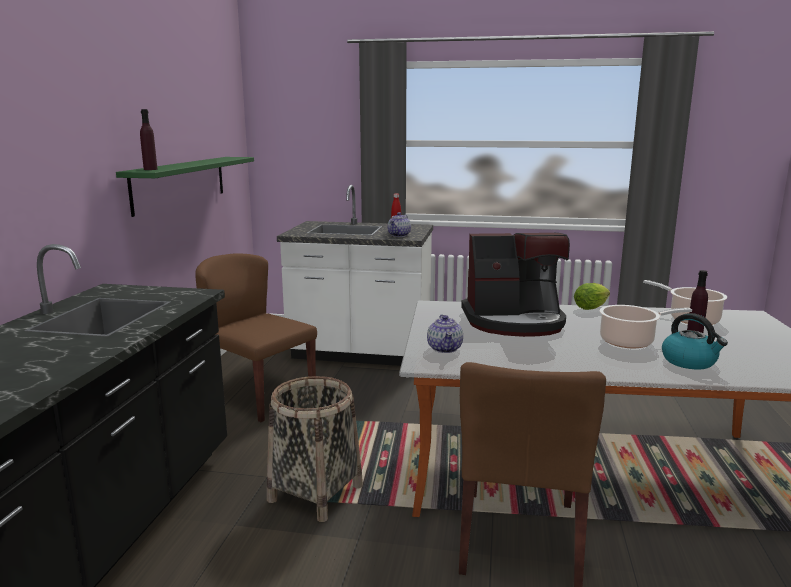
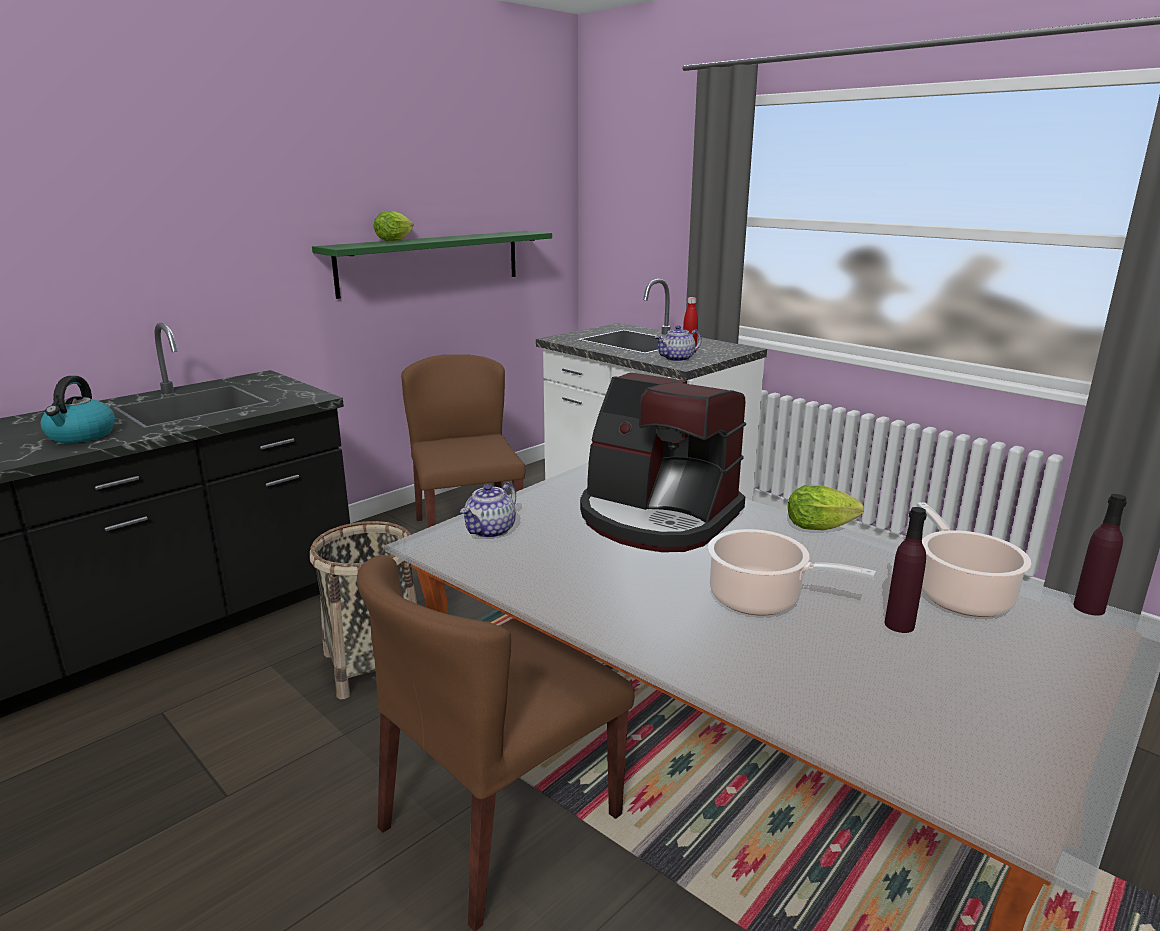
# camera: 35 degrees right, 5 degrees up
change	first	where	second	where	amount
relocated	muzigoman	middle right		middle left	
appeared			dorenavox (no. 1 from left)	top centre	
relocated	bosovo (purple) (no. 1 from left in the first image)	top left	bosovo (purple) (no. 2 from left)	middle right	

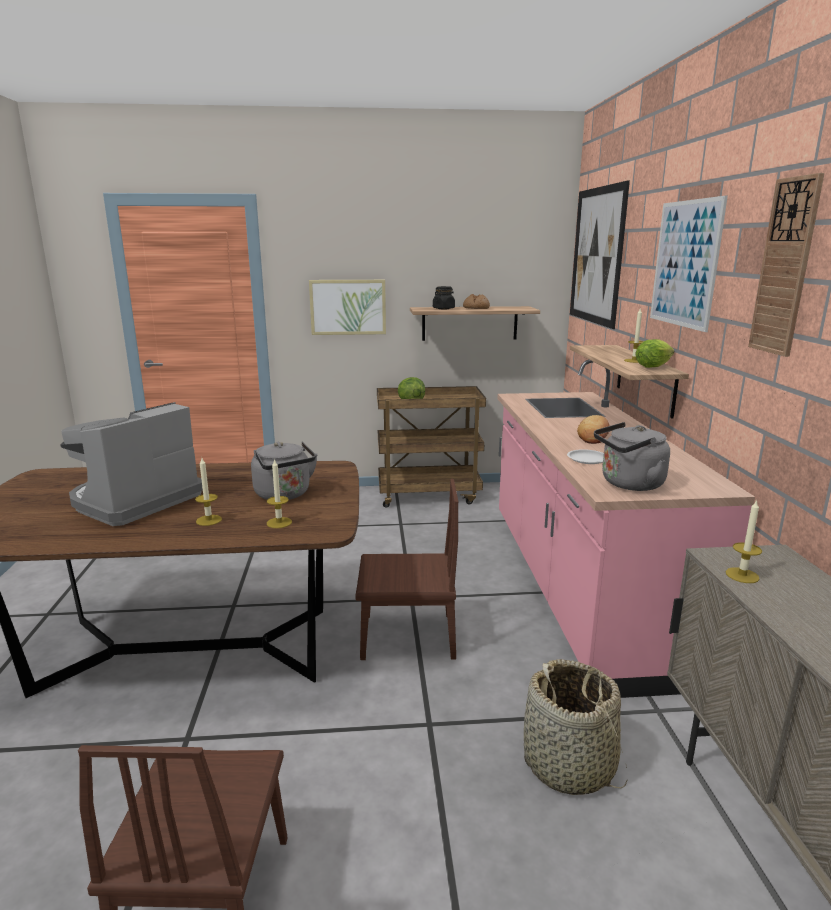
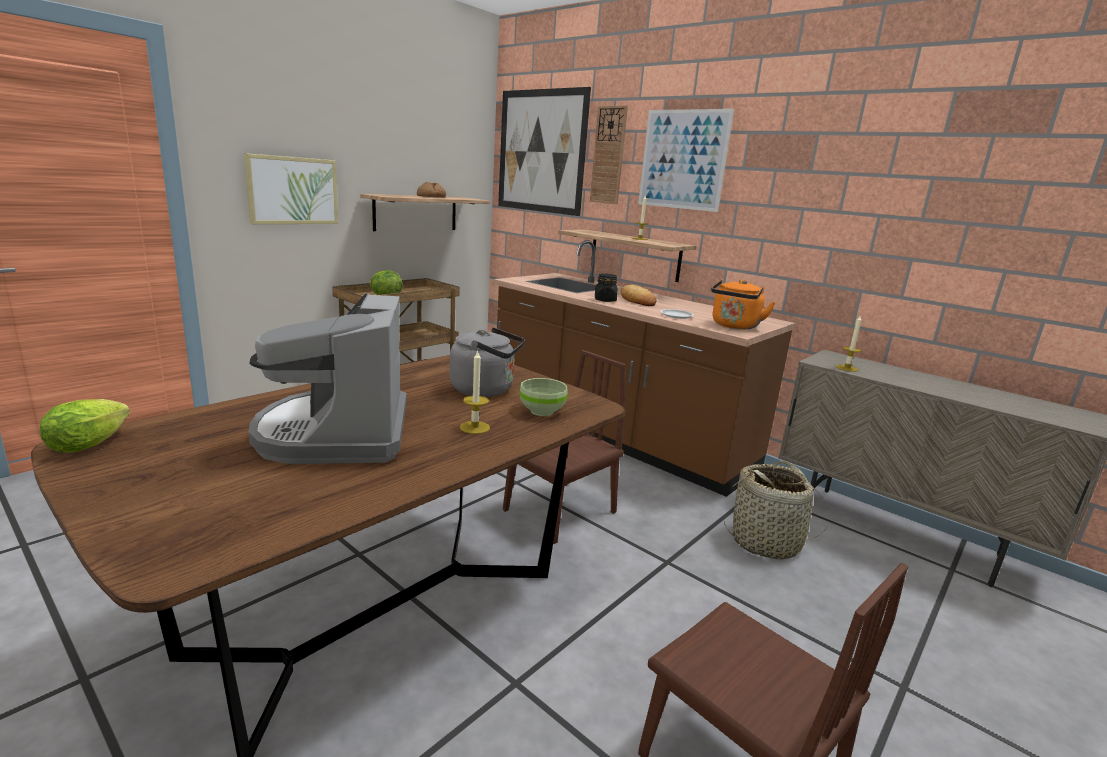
# camera: 45 degrees left, 0 degrees up
change	first	where	second	where	amount
relocated	dorenavox (no. 2 from left in the first image)	middle right	dorenavox (no. 1 from left)	middle left	
colour	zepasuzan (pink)	middle right	zepasuzan (brown)	centre	
exchanged	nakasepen (no. 2 from left)	centre	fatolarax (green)	centre	
relocated	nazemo	top right		top centre	
relocated	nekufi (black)	top centre		centre	
colour	muzigoman (grey) (no. 2 from left)	middle right	muzigoman (orange)	middle right	

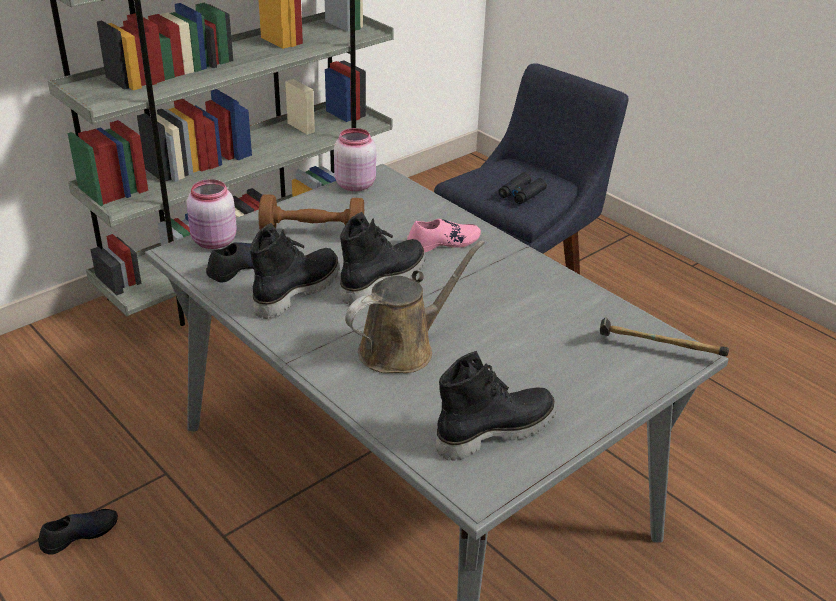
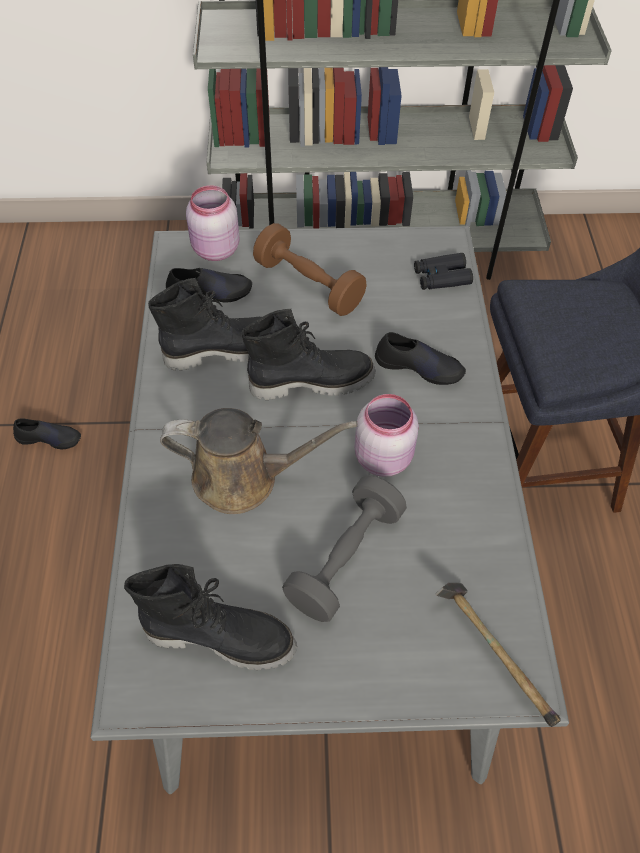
# camera: 40 degrees right, 20 degrees up
change	first	where	second	where	amount
appeared			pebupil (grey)	centre	
relocated	nekufi (pink) (no. 2 from left)	top centre		centre	
colour	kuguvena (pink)	centre	kuguvena (black) (no. 3 from left)	centre	
relocated	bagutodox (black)	top centre		top right	

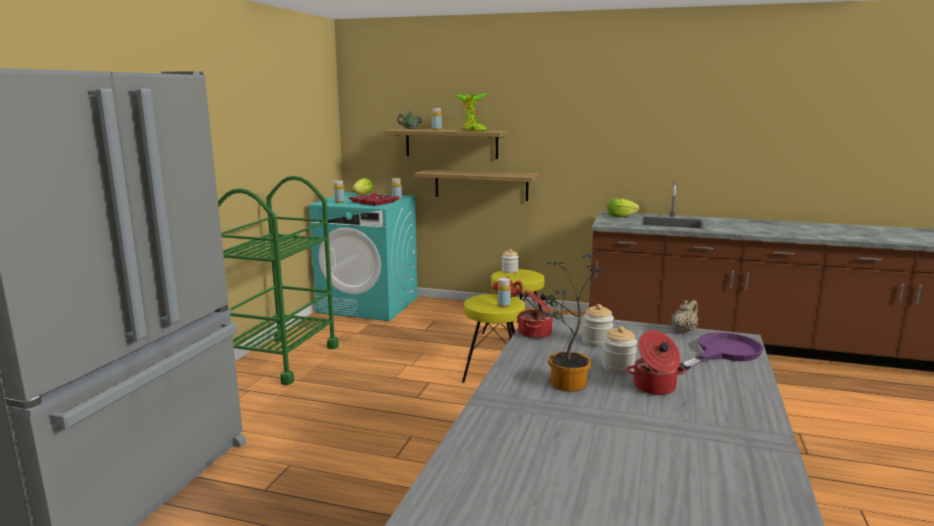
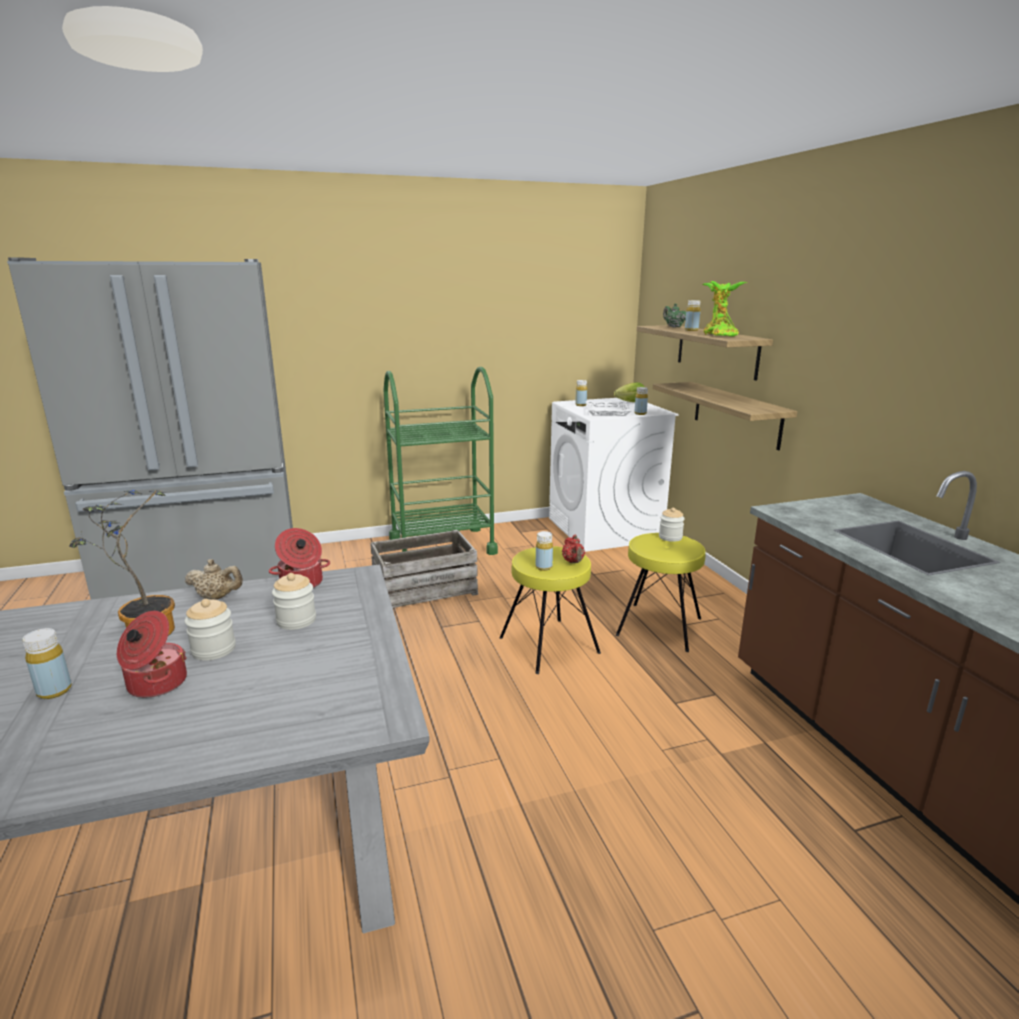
# camera: 55 degrees right, 5 degrees up
change	first	where	second	where	amount
appeared			bosovo (yellow) (no. 1 from left)	middle left	
relocated	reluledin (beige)	middle right		middle left	
appeared			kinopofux	centre	
colour	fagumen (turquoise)	centre	fagumen (white)	centre	
colour	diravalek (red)	centre	diravalek (white)	centre	
missing	dorenavox (no. 2 from left)	middle right			
missing	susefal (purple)	bottom right			

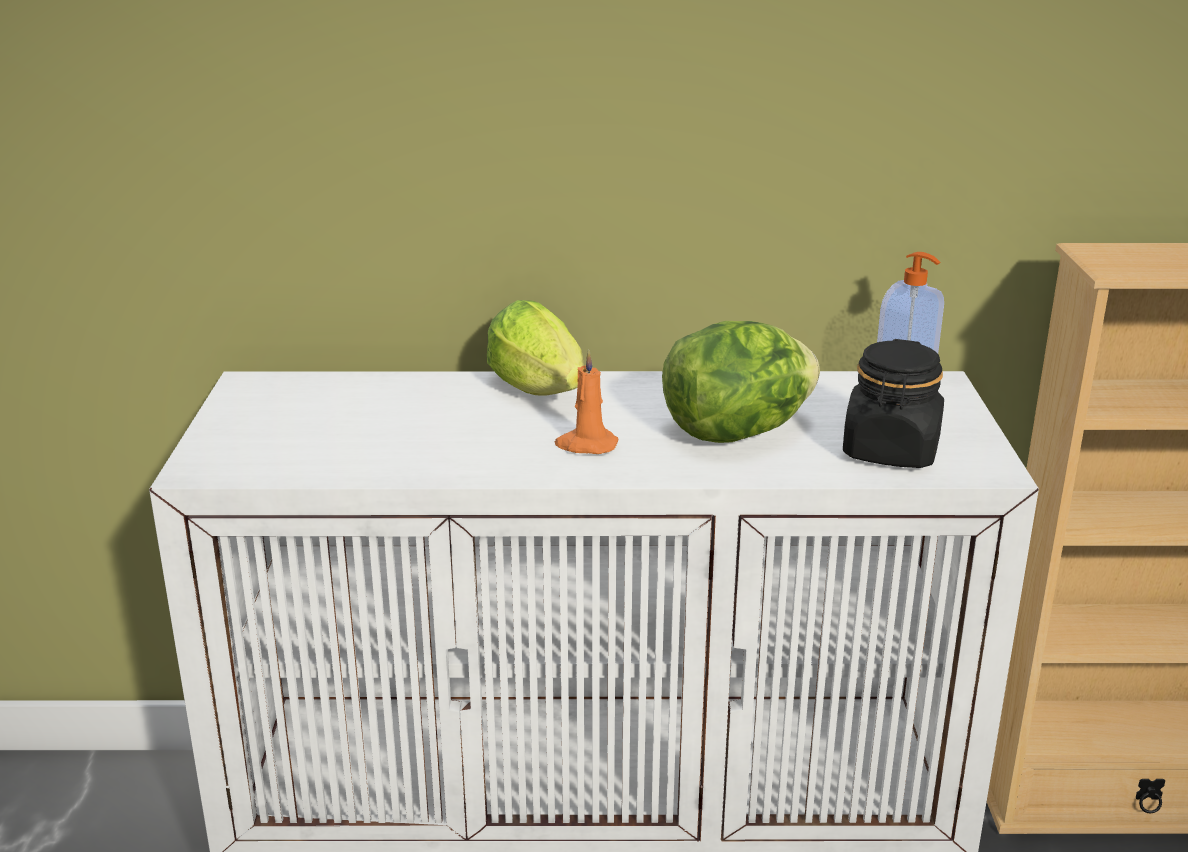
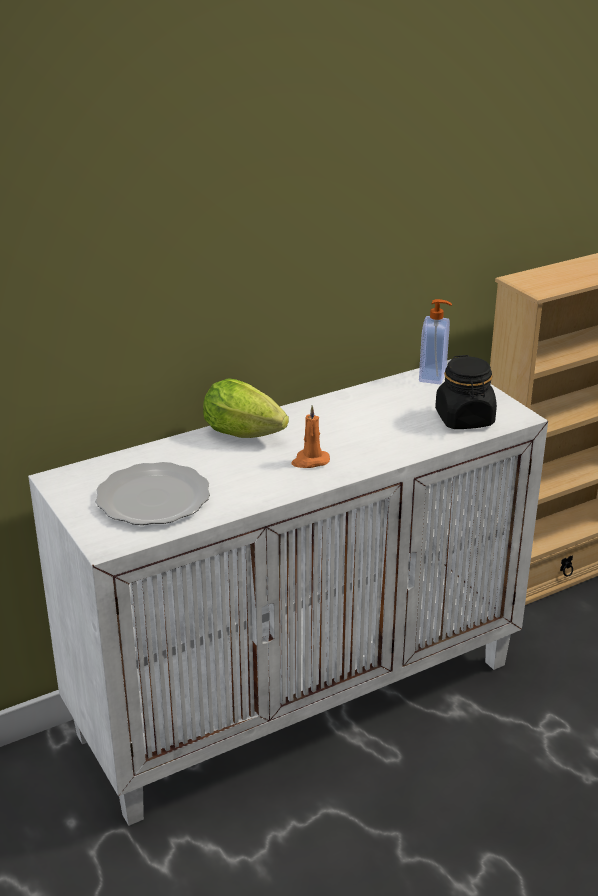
# camera: 30 degrees left, 5 degrees up
change	first	where	second	where	amount
appeared			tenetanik	middle left	
missing	dorenavox (no. 2 from left)	centre			

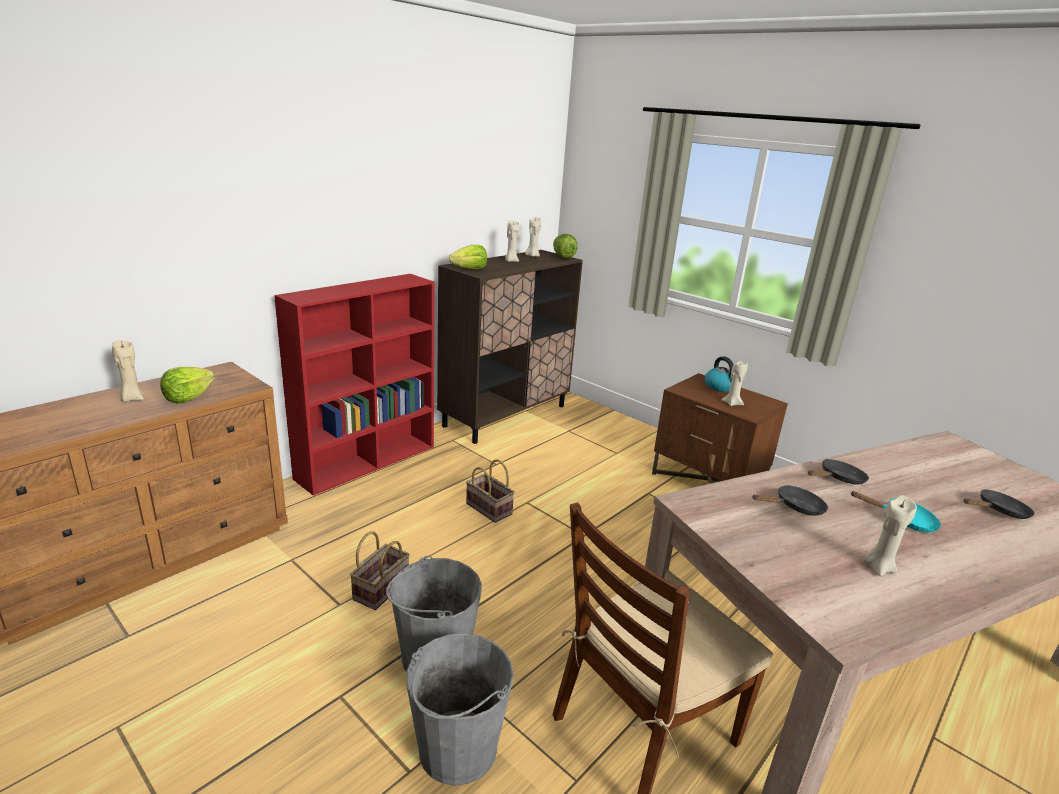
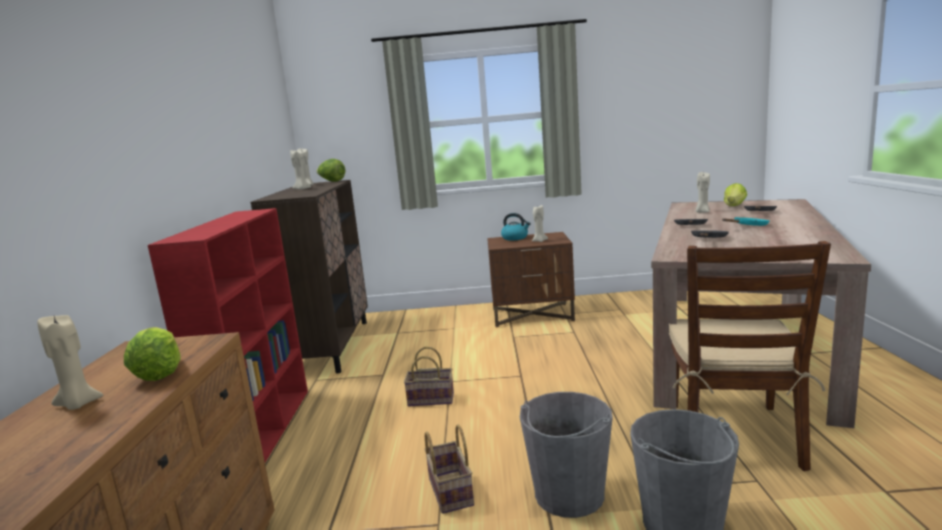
# camera: 40 degrees left, 10 degrees down
change	first	where	second	where	amount
relocated	nakasepen (beige) (no. 5 from left)	bottom right		middle right	
relocated	dorenavox (no. 2 from left in the first image)	top centre	dorenavox (no. 3 from left)	middle right	

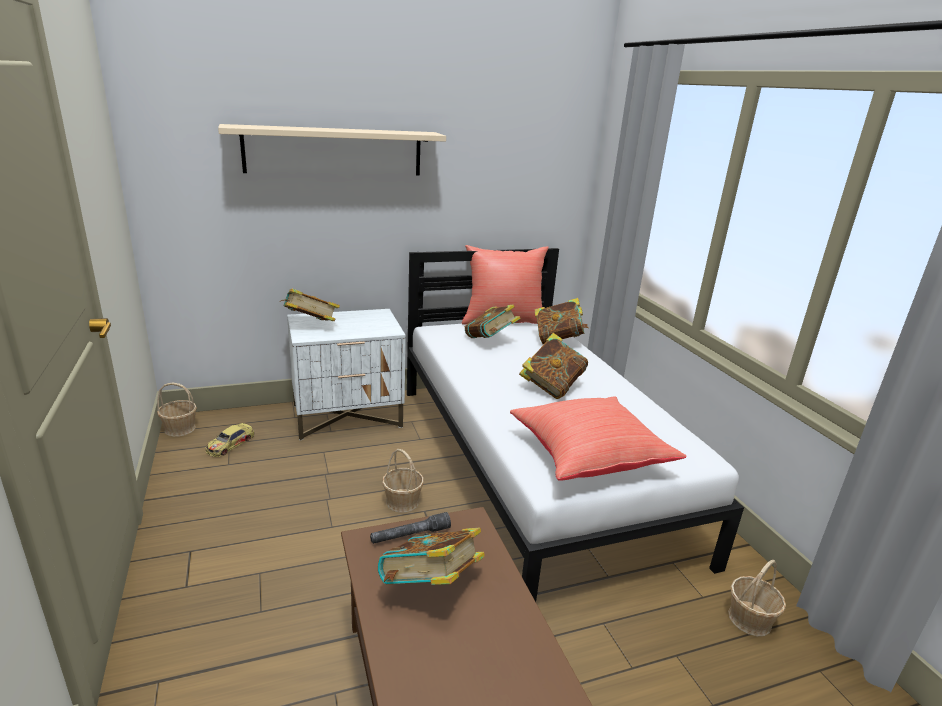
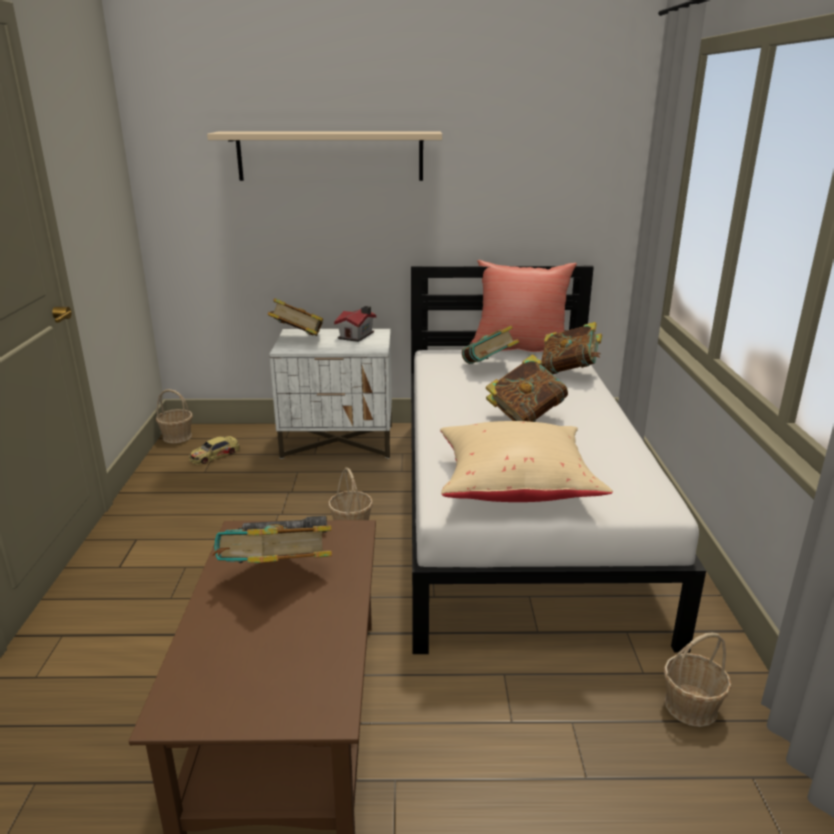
# camera: 20 degrees right, 0 degrees up
change	first	where	second	where	amount
appeared			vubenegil	centre	
colour	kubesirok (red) (no. 2 from left)	centre	kubesirok (beige)	centre	

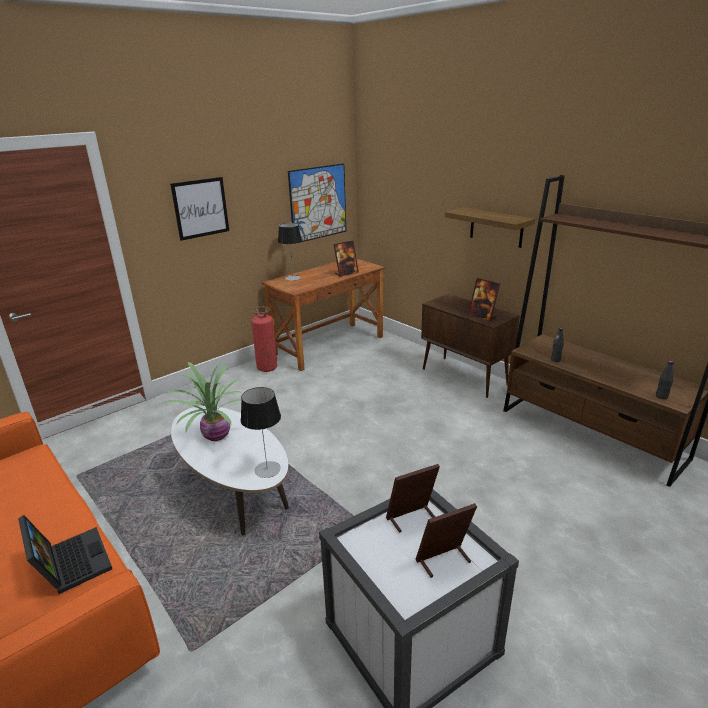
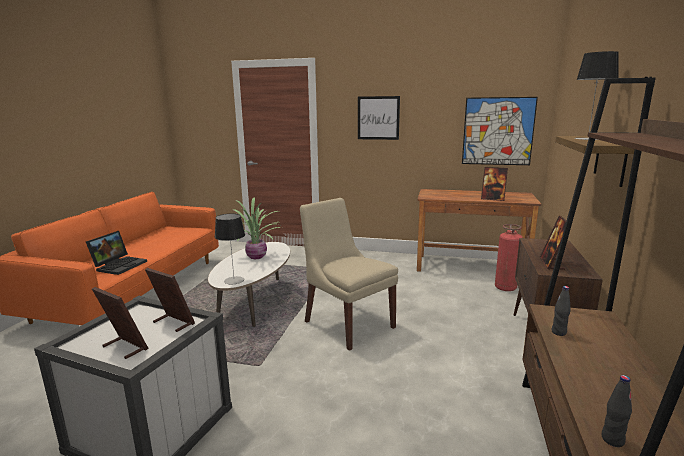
# camera: 55 degrees right, 10 degrees down
change	first	where	second	where	amount
appeared			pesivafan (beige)	centre	
relocated	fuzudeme	centre		middle right	
relocated	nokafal (no. 2 from left)	centre		top right	

